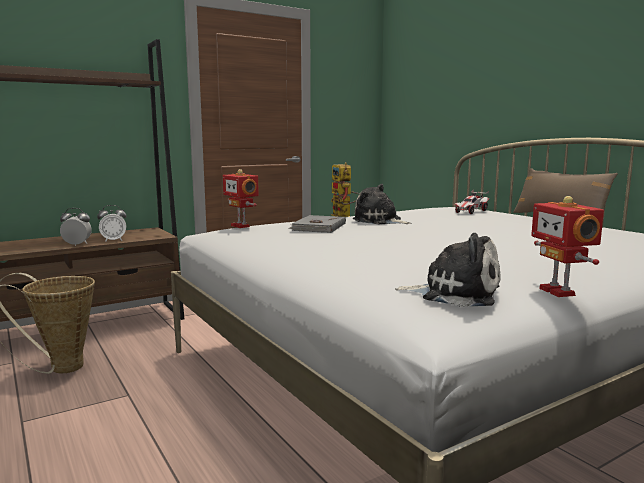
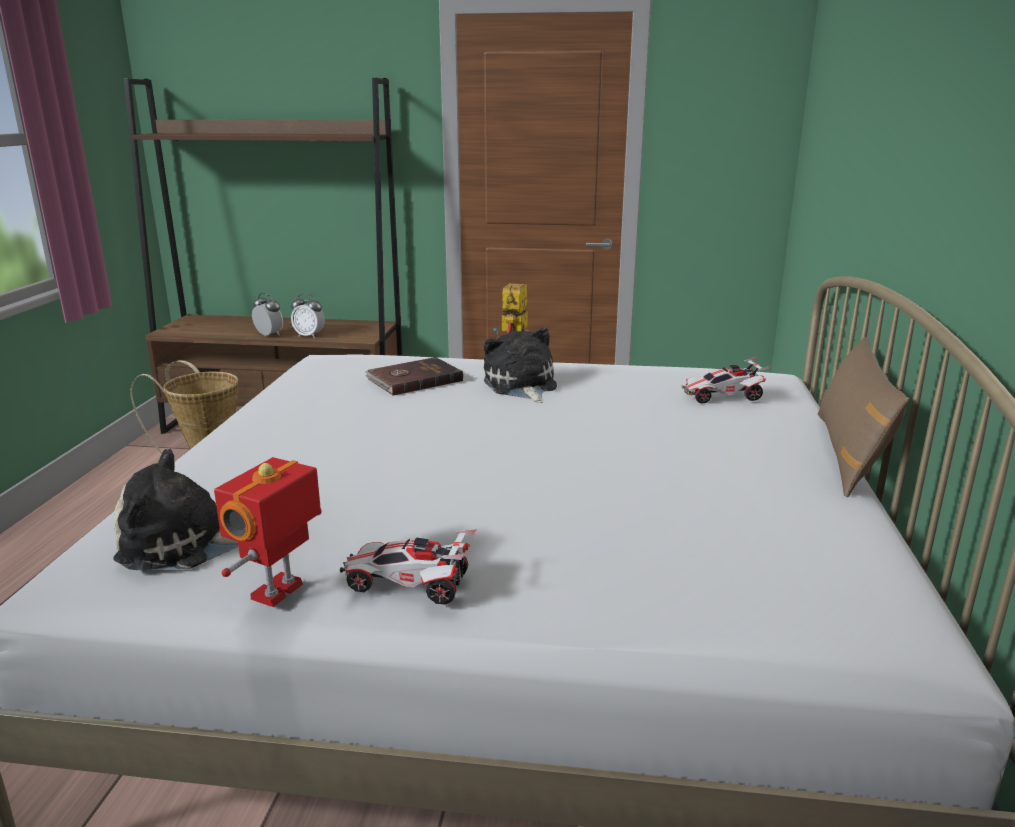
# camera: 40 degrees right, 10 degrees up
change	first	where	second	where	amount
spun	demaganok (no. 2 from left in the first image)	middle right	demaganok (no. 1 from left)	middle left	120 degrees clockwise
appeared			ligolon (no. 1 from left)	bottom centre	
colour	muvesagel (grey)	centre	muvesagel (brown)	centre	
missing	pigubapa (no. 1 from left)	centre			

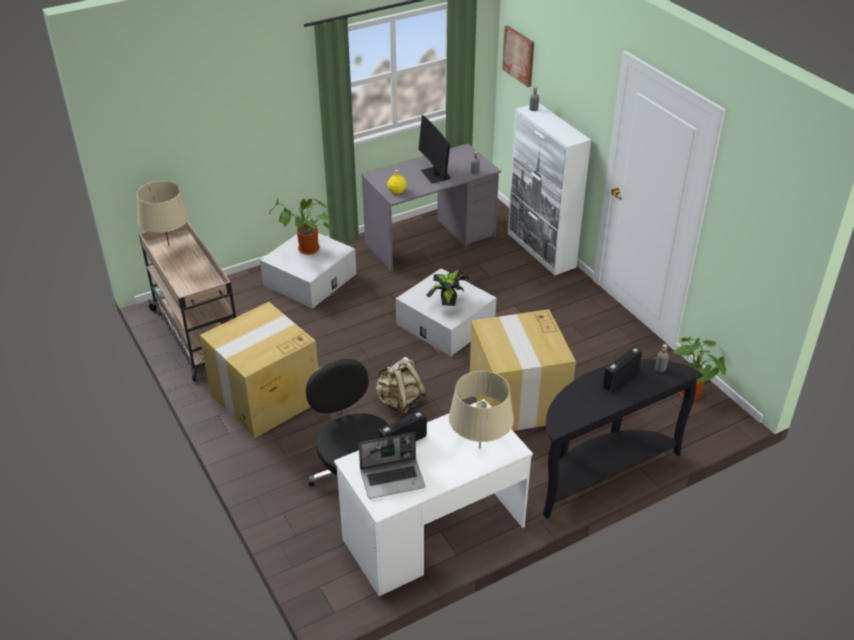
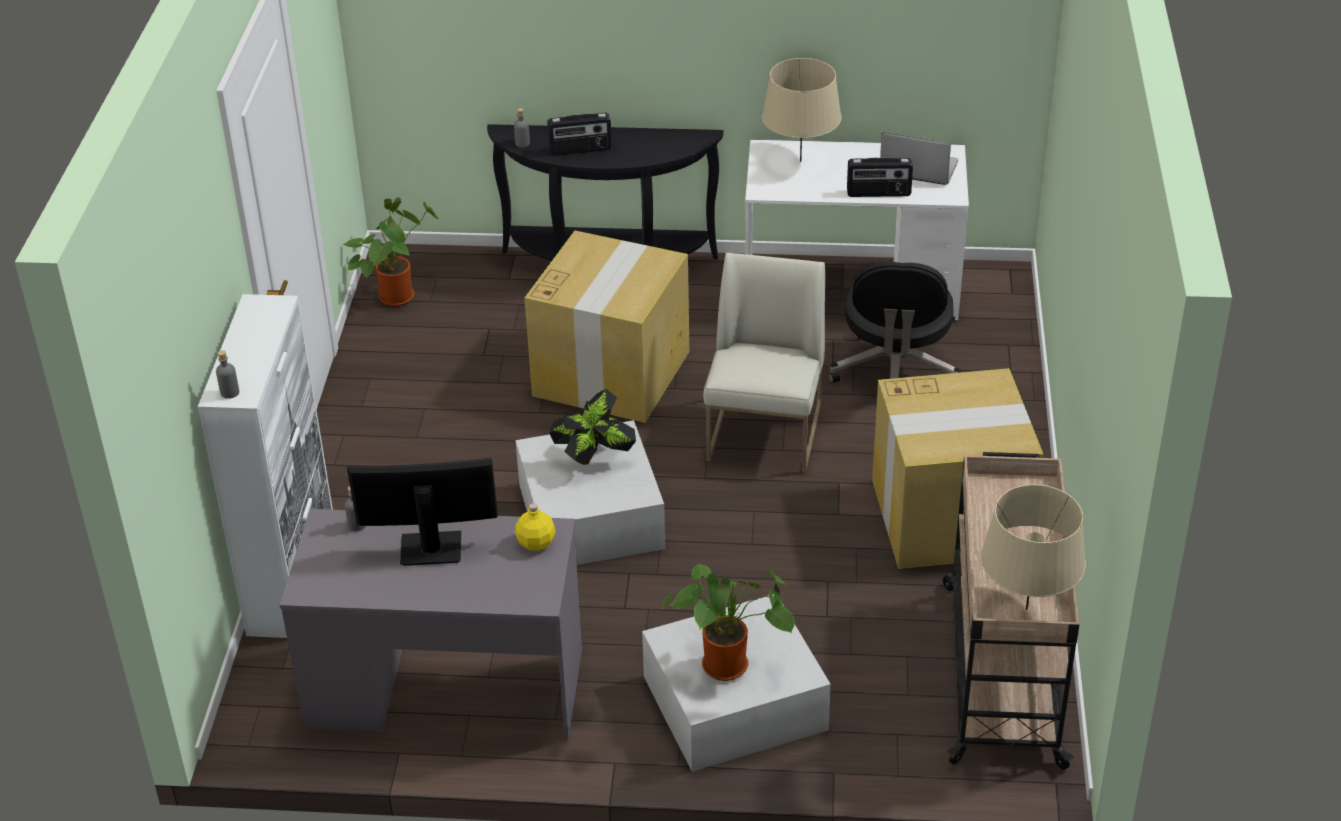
# camera: 145 degrees left, 0 degrees up
change	first	where	second	where	amount
spun	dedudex	top centre		middle left	105 degrees counterclockwise
exchanged	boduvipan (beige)	centre	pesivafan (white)	centre	
missing	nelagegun	top centre			

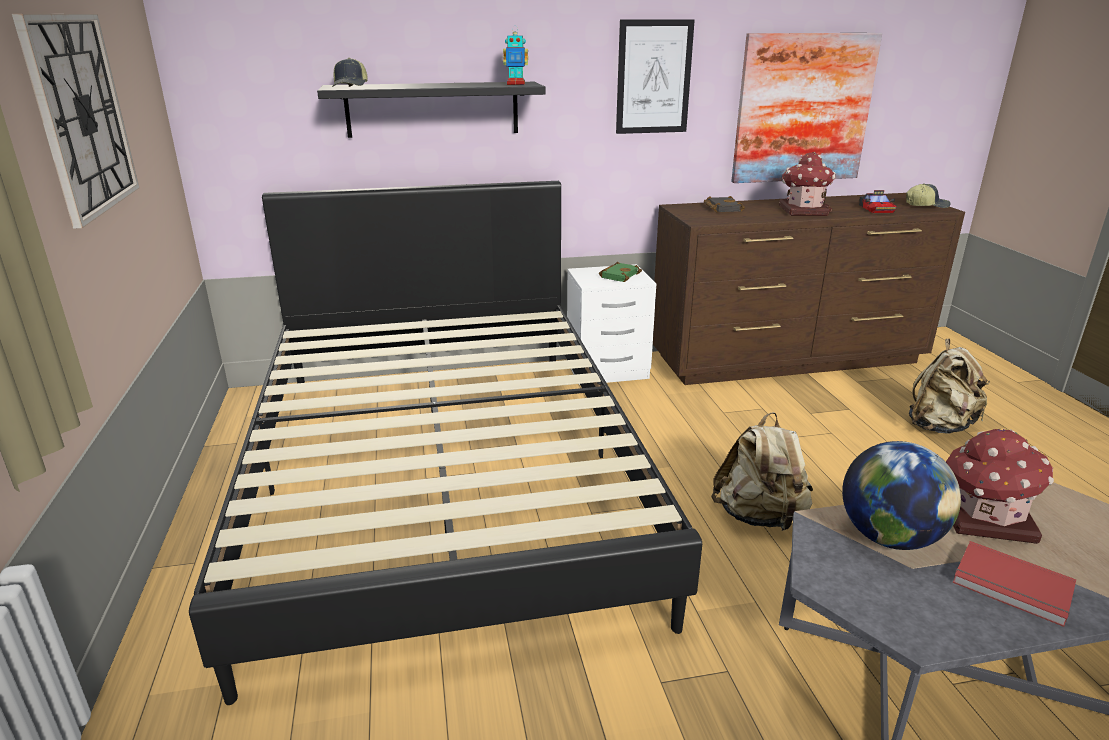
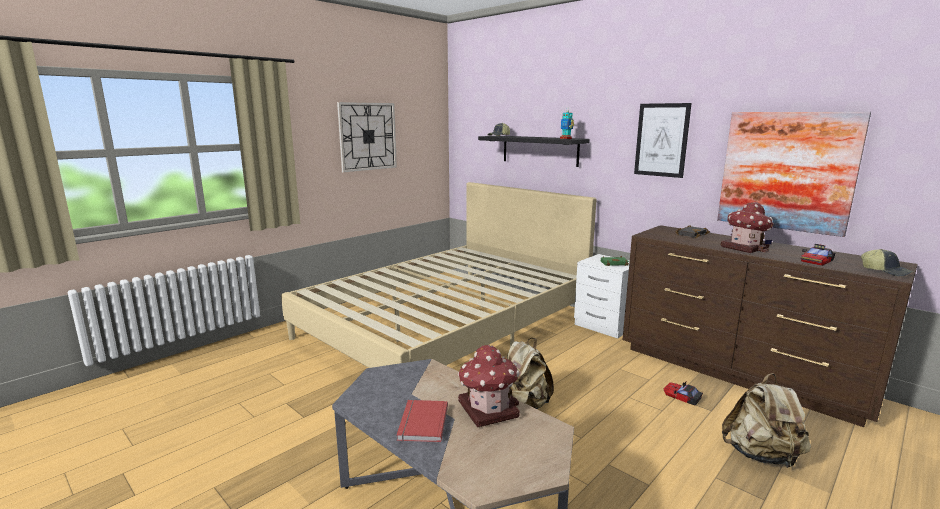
# camera: 55 degrees right, 10 degrees down
change	first	where	second	where	amount
colour	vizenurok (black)	centre	vizenurok (beige)	centre	
appeared			ligolon (no. 1 from left)	bottom right	
missing	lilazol	bottom right			

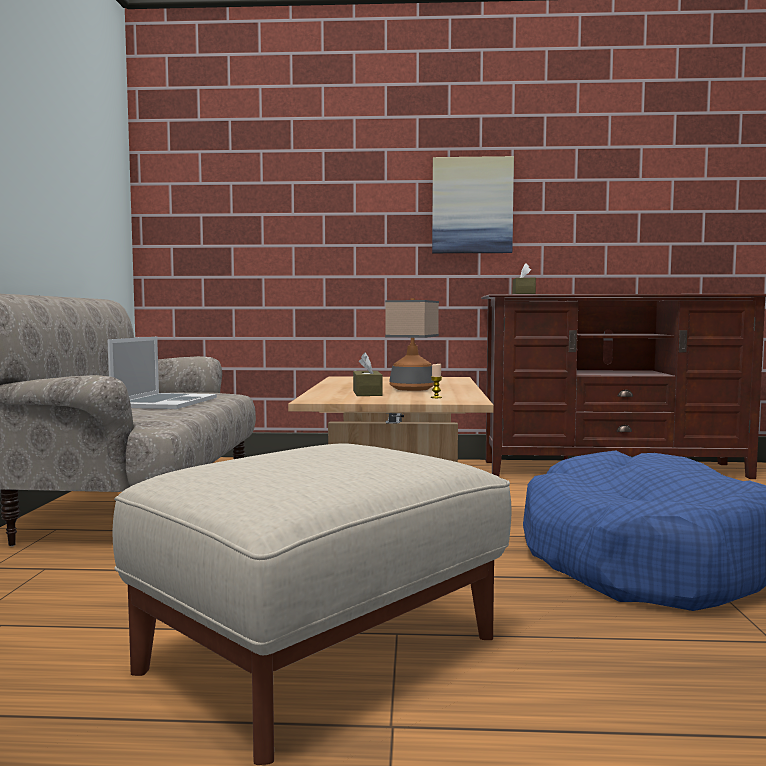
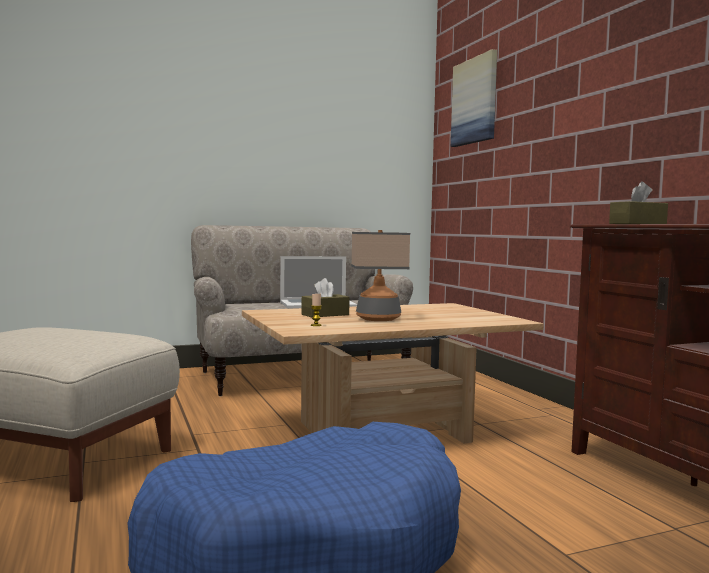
# camera: 65 degrees right, 0 degrees up
change	first	where	second	where	amount
relocated	nelagegun	top centre		top right	

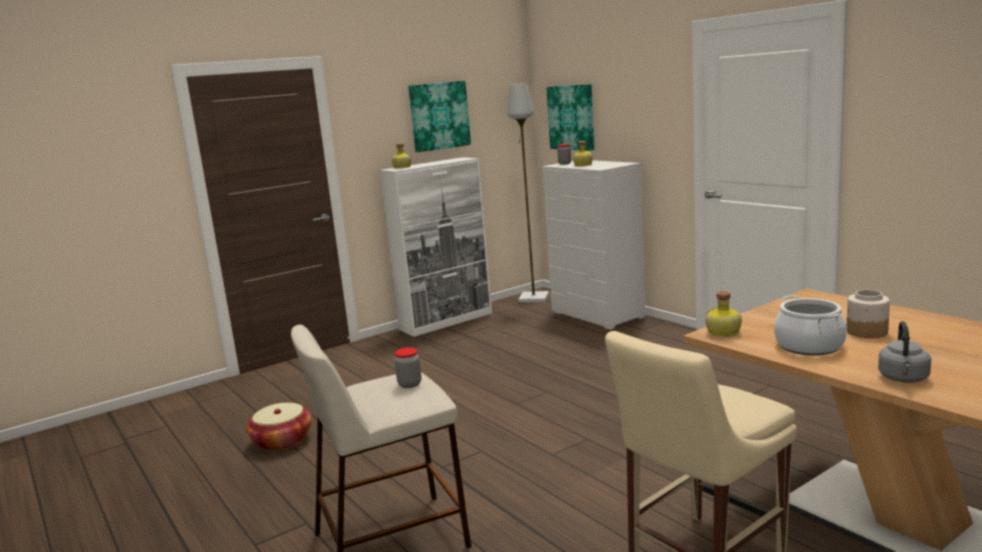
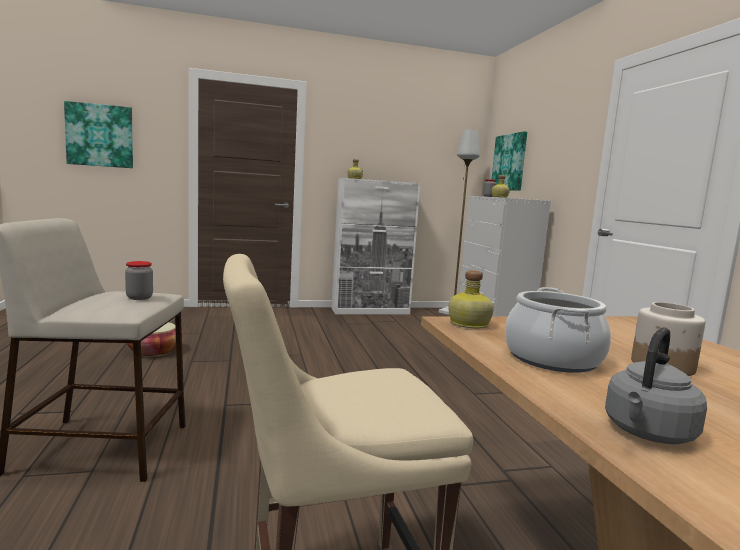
# camera: 20 degrees right, 5 degrees down
change	first	where	second	where	amount
relocated	nelagegun (no. 1 from left)	top centre		top left	

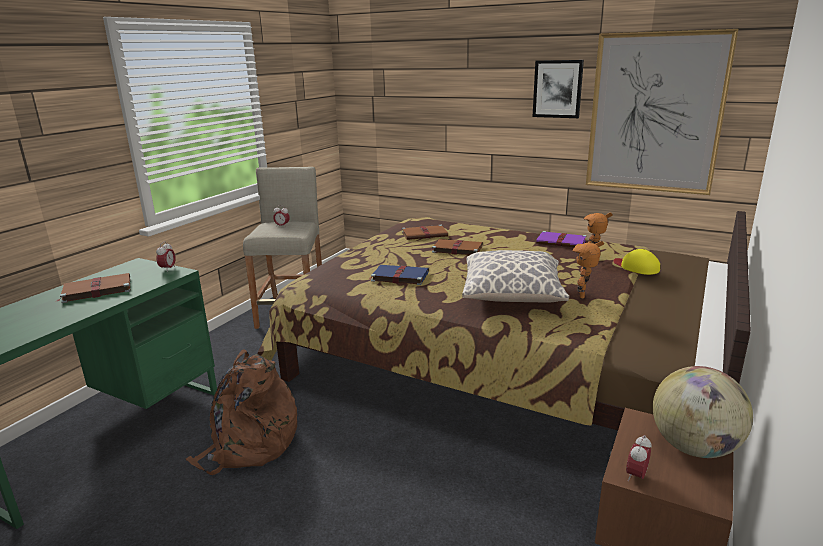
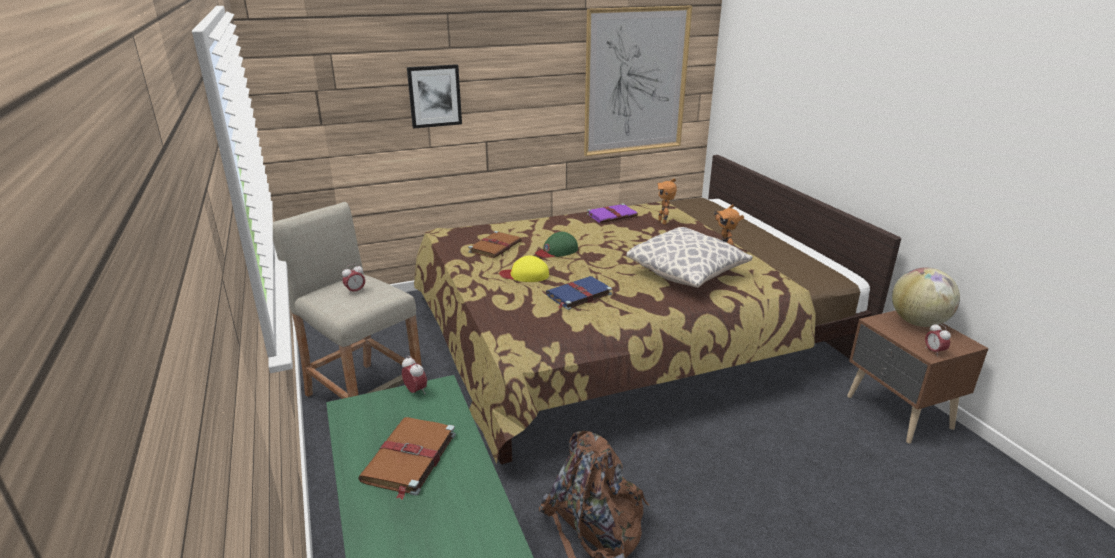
# camera: 50 degrees left, 5 degrees up
change	first	where	second	where	amount
relocated	nelagegun (no. 1 from left)	top right		top centre	
relocated	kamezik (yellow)	middle right		centre	
exchanged	muvesagel (brown) (no. 3 from left)	centre	kamezik (green)	centre	

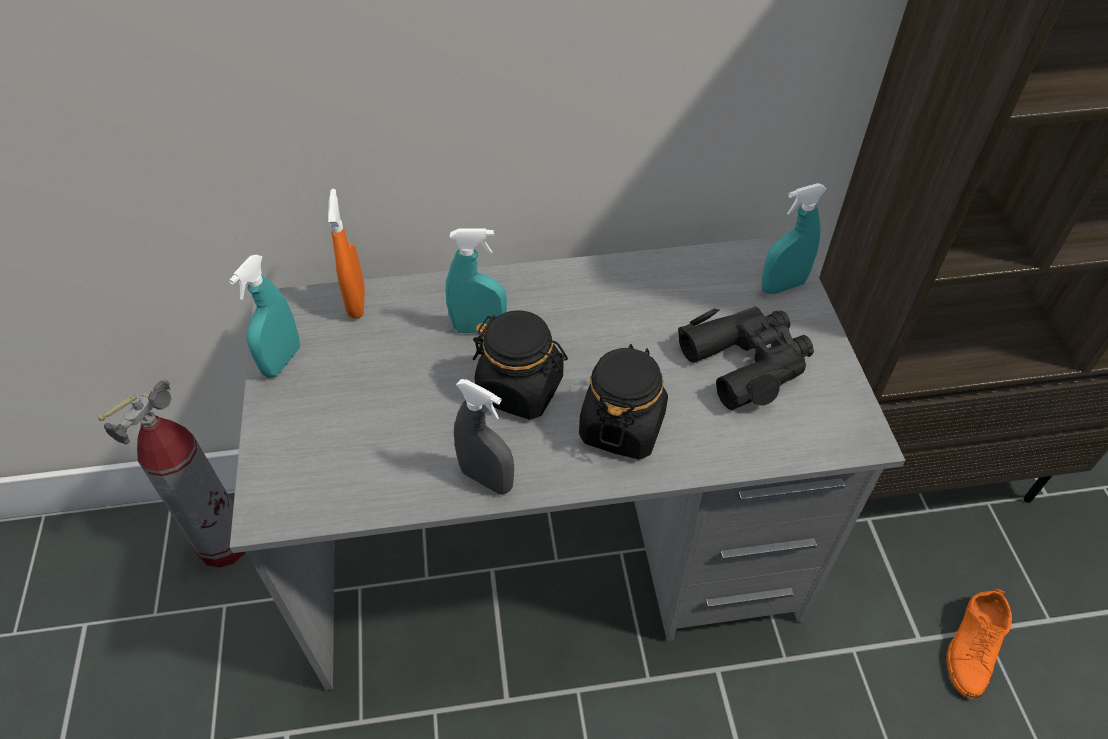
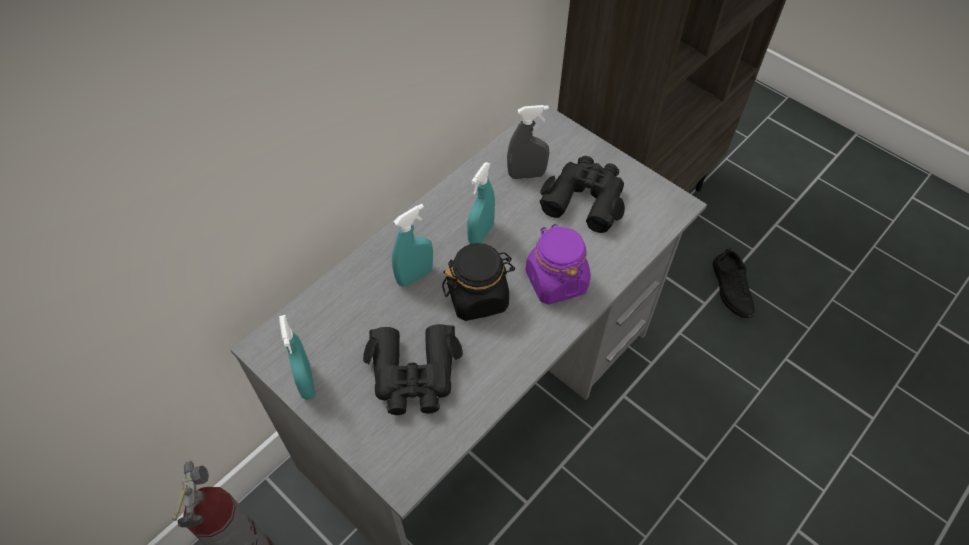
# camera: 40 degrees left, 5 degrees up
change	first	where	second	where	amount
appeared			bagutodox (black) (no. 1 from left)	bottom centre	
relocated	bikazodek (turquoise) (no. 3 from left)	top right		centre	
relocated	bikazodek (grey)	centre		top centre	
colour	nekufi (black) (no. 2 from left)	centre	nekufi (purple)	centre	
colour	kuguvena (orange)	bottom right	kuguvena (black)	middle right	
missing	bikazodek (orange)	middle left			

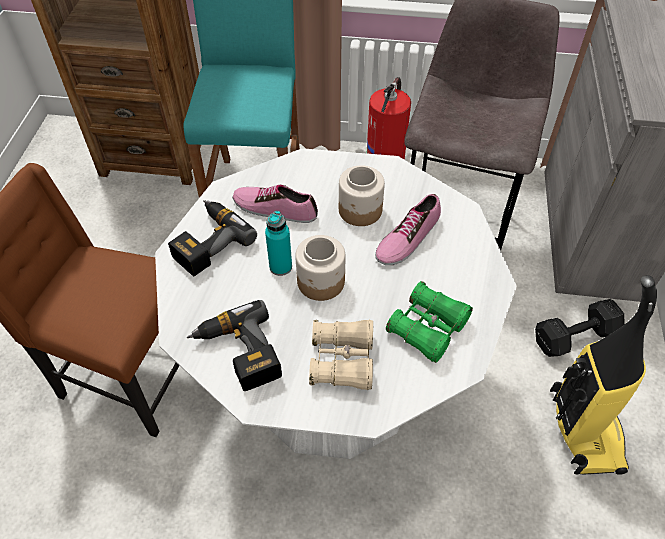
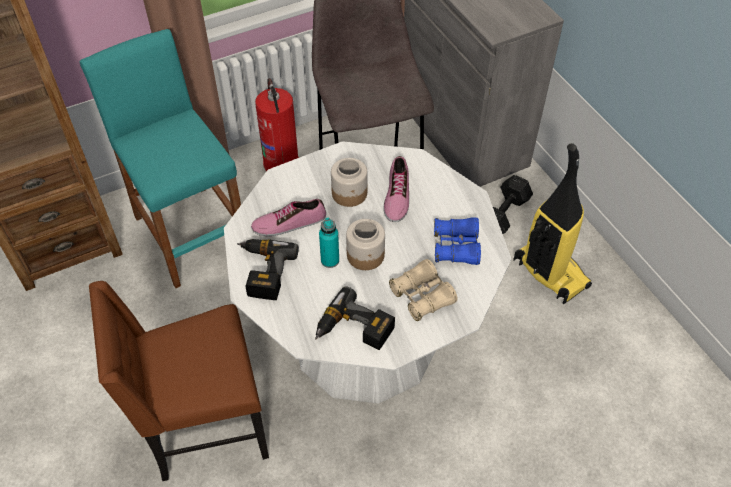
# camera: 35 degrees left, 0 degrees up
change	first	where	second	where	amount
colour	bagutodox (green)	centre	bagutodox (blue)	centre	

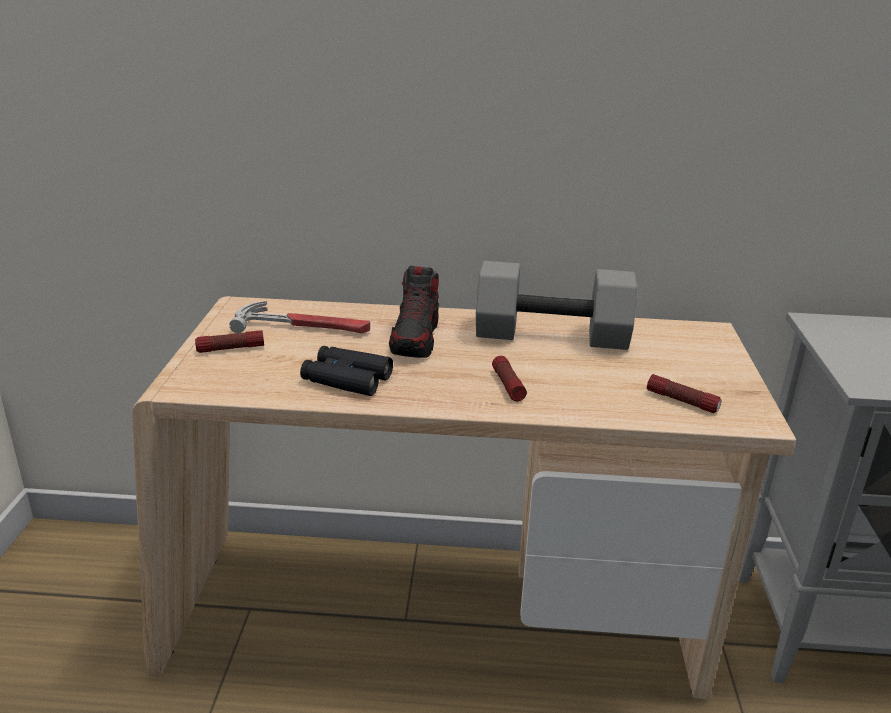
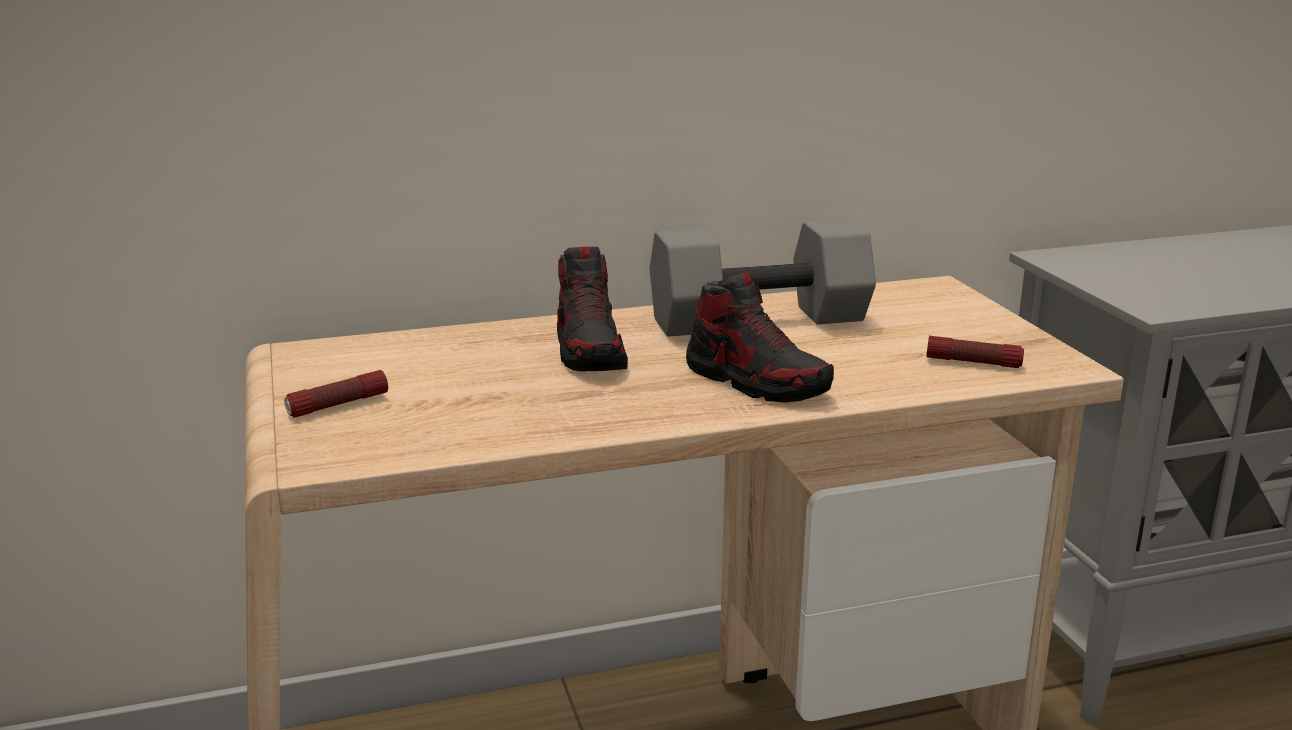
# camera: 20 degrees left, 5 degrees down
change	first	where	second	where	amount
exchanged	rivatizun (no. 2 from left)	centre	kuguvena (no. 2 from left)	centre	
missing	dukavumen	centre			
missing	bagutodox (black)	centre			

